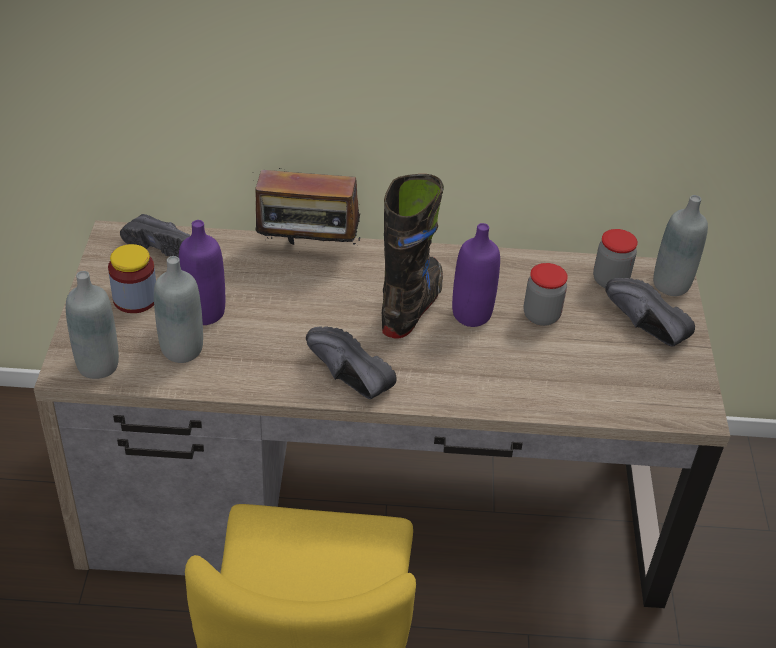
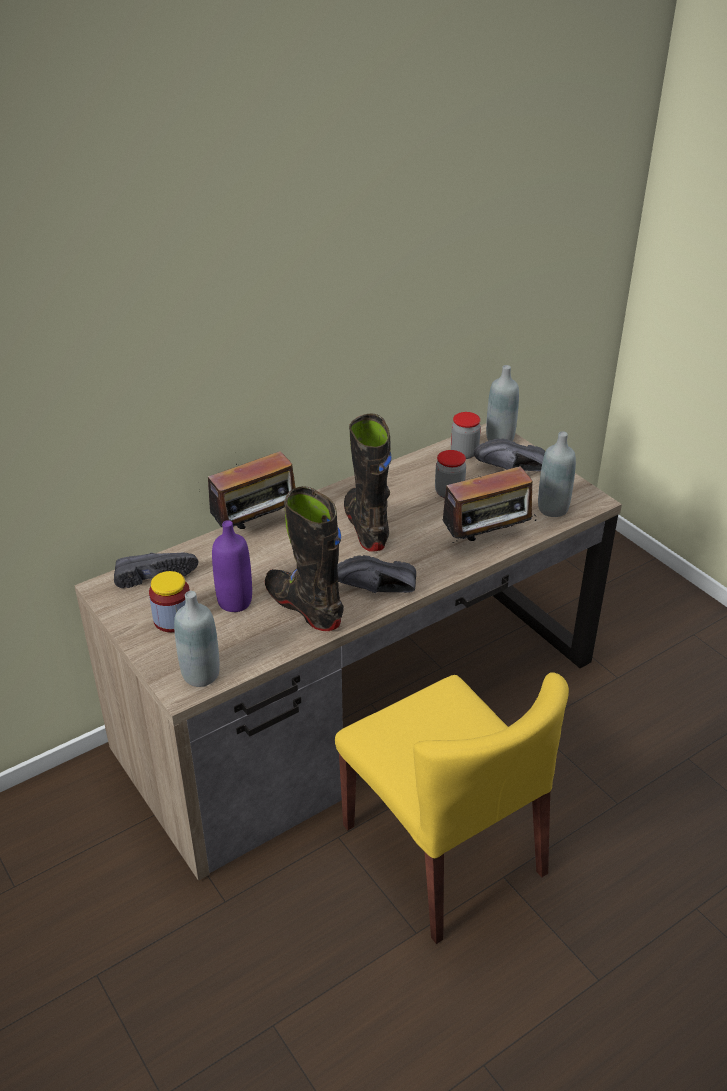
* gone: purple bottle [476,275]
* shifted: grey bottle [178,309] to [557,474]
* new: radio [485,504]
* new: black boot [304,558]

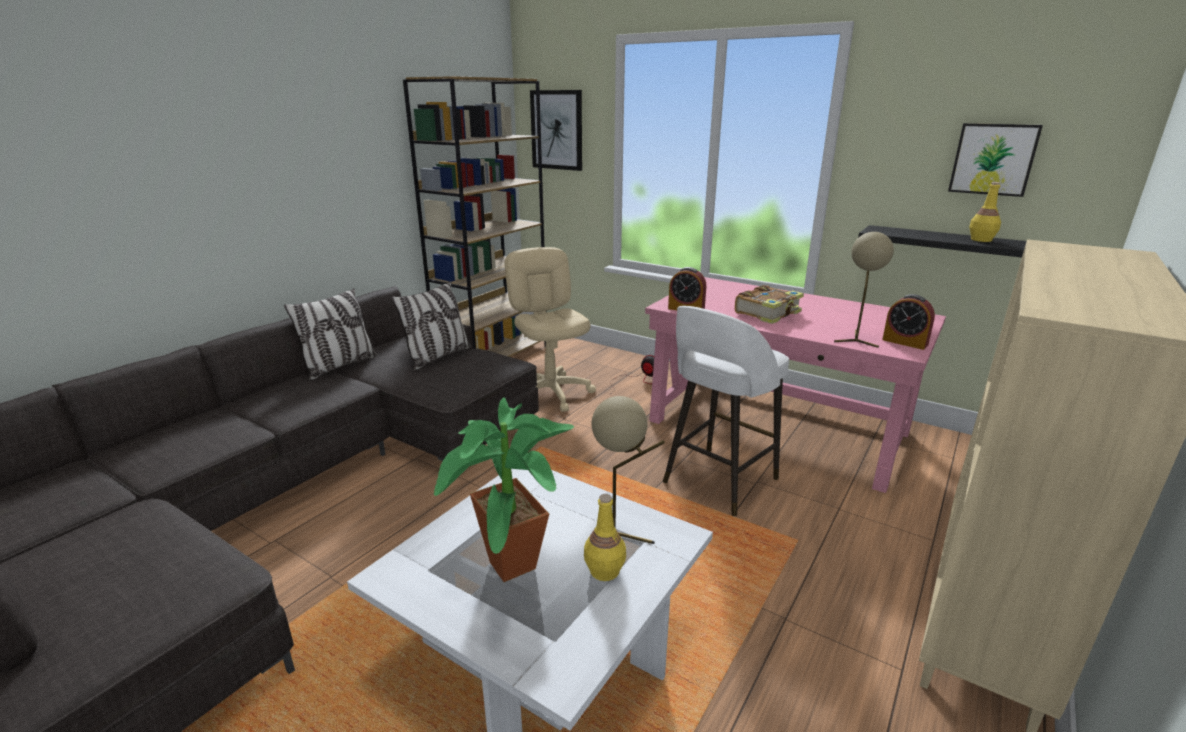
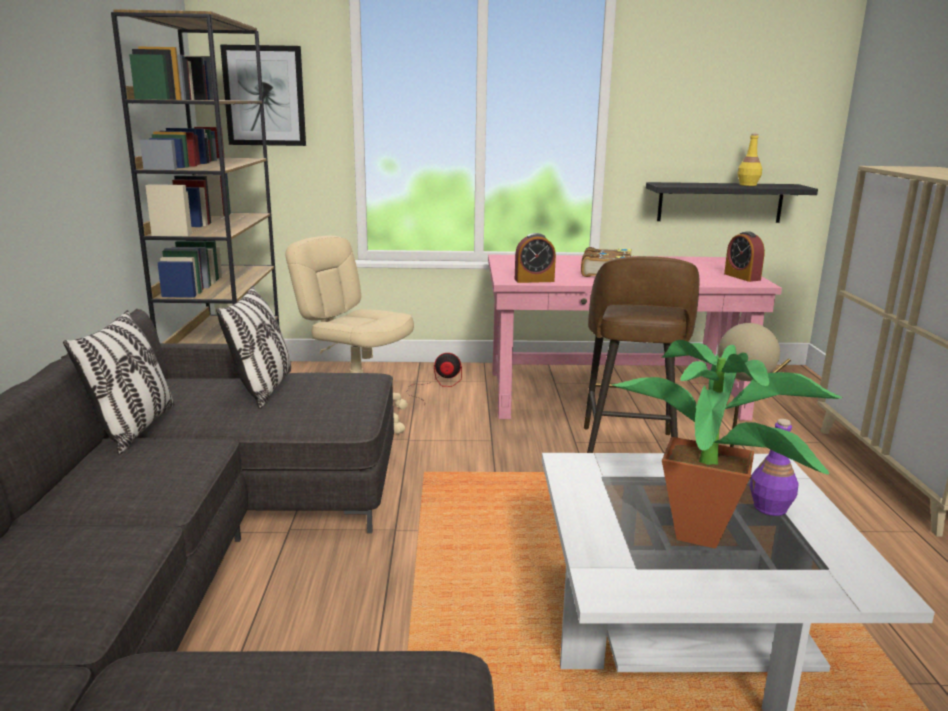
* gone: picture [995,160]
* gone: beige table lamp [864,290]
* rotated: alarm clock [908,322] = [744,256] 60 degrees clockwise
* repainted: white stool [726,411] to brown stool [641,354]
* repainted: yellow bottle [605,537] to purple bottle [774,467]

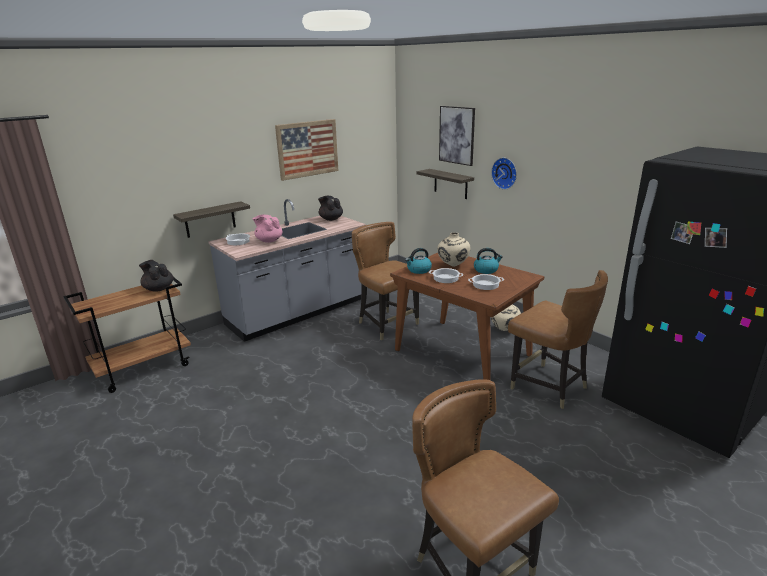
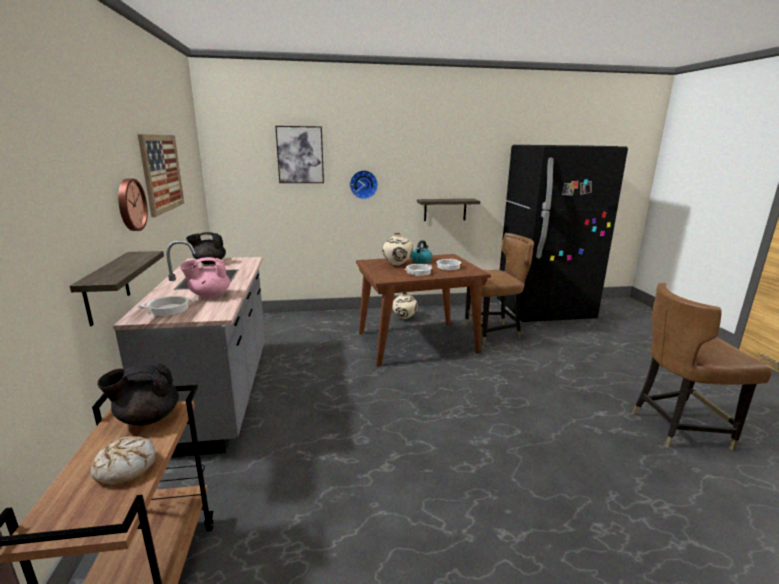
* shifted: shelf [445,184] to [448,210]
* gone: brown chair [385,281]
* gone: kettle [418,261]
* new: wall clock [133,205]
* new: bread [123,460]

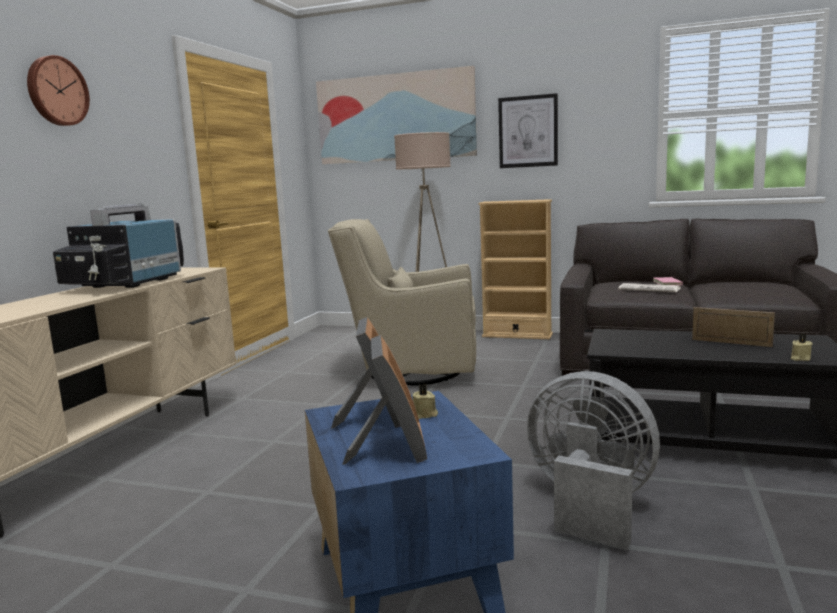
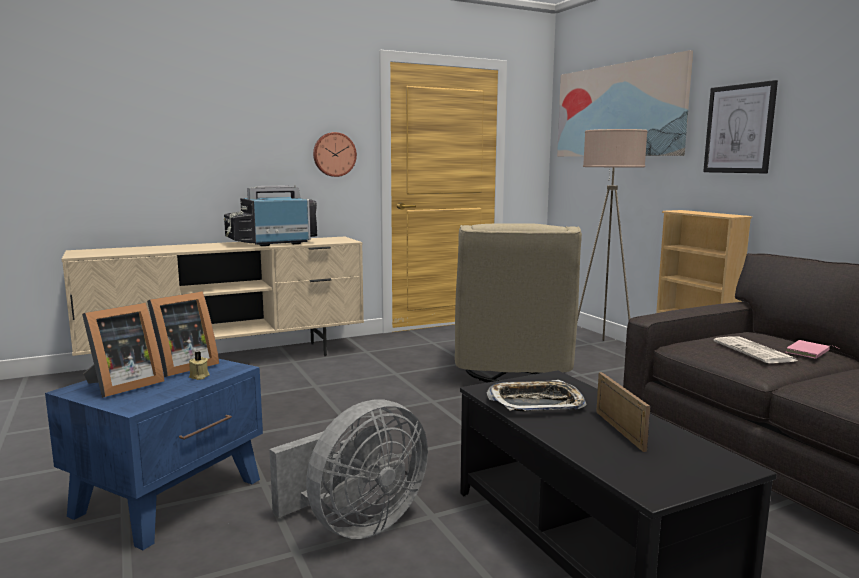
* shifted: wall clock [58,90] to [335,154]
* rotated: beige armchair [402,302] = [518,302] 135 degrees counterclockwise
* gone: beige candle [802,347]
* rotated: grey fan [593,460] = [348,469] 60 degrees clockwise
* new: tray [536,395]

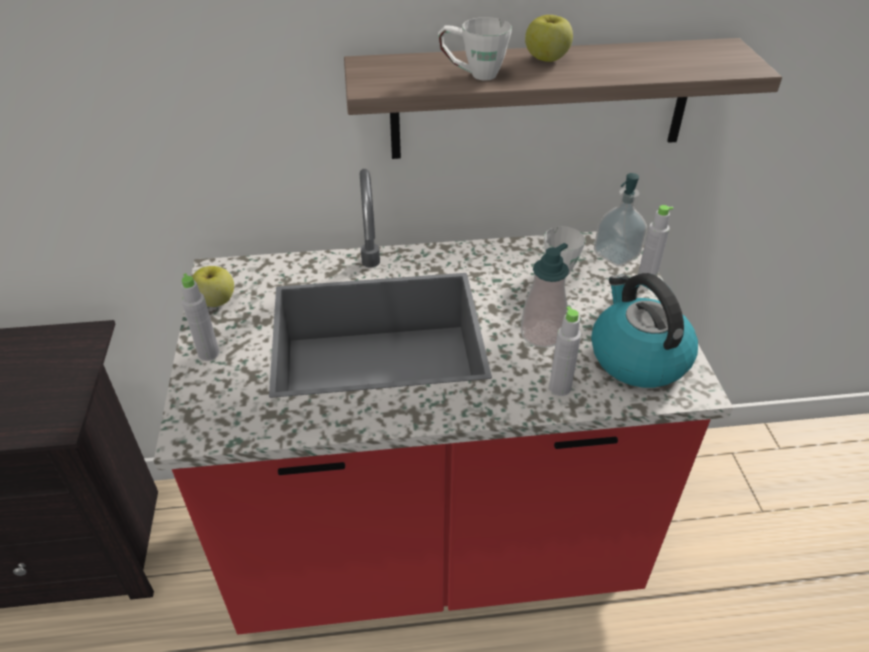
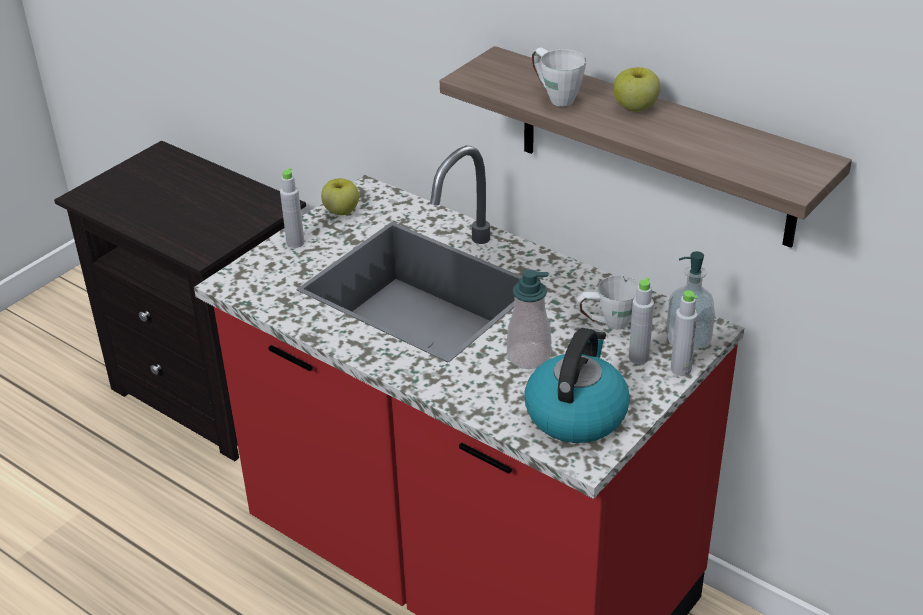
* shifted: grey bottle [565,351] to [641,320]

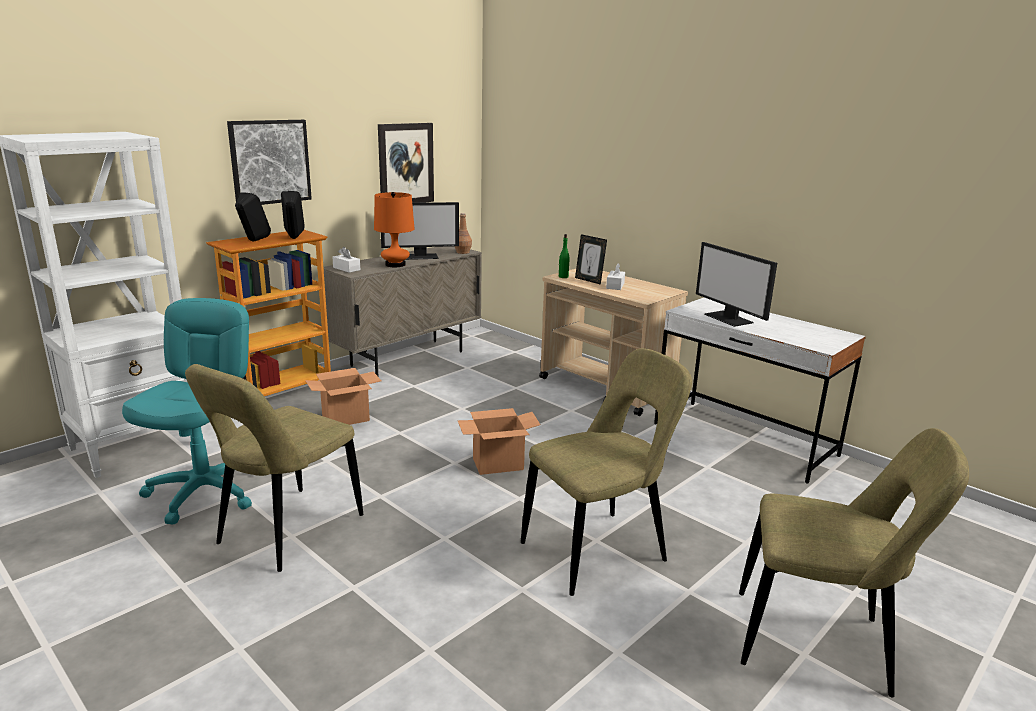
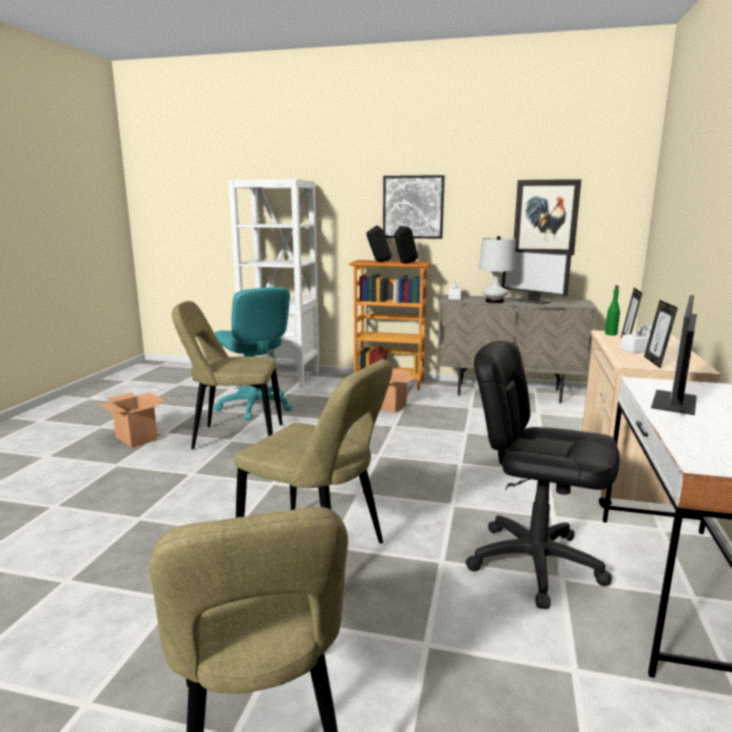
* repainted: orange table lamp [394,229] to white table lamp [497,269]
* gone: brown bottle [463,233]
* rotated: turquoise office chair [187,411] = [253,353] 75 degrees clockwise
* shifted: cardboard box [499,441] to [132,420]
* new: picture frame [661,334]
* new: black office chair [543,475]

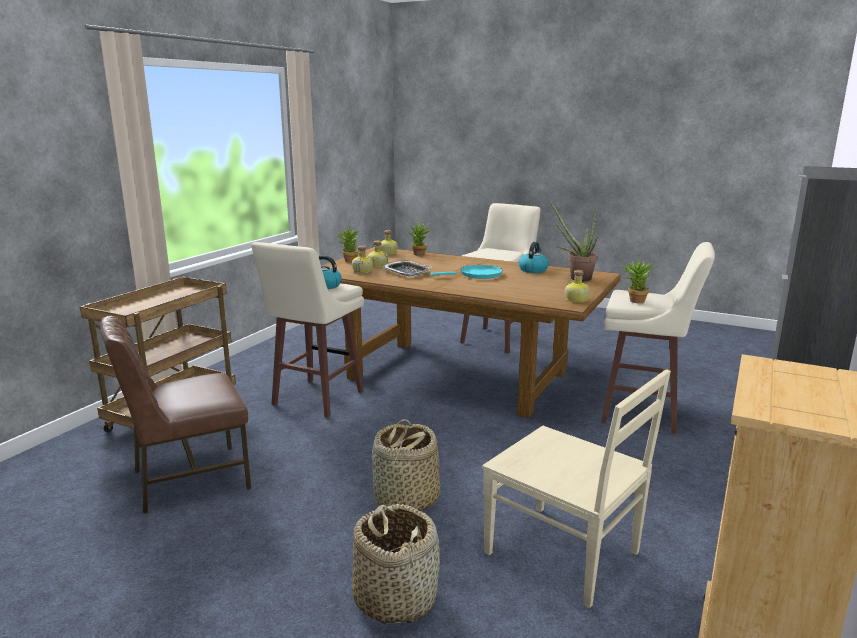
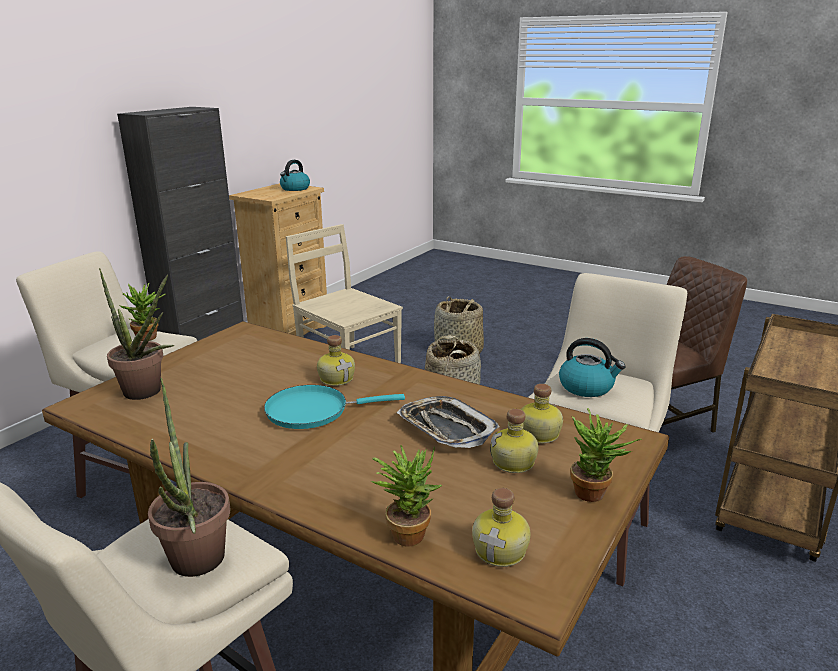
* shifted: kettle [533,257] to [295,175]
* shifted: bottle [577,286] to [336,360]
* new: potted plant [189,477]

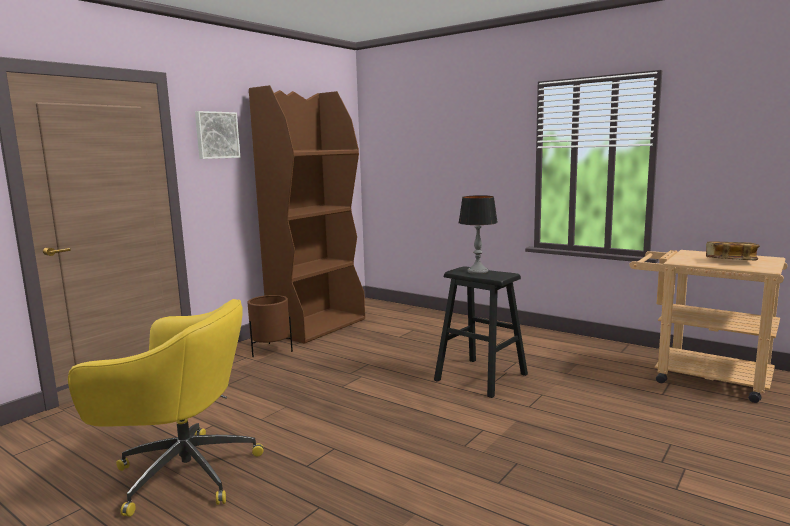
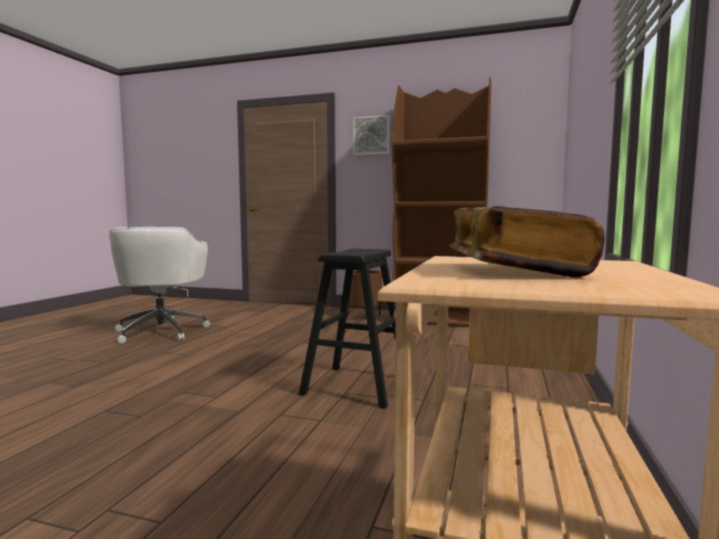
* gone: table lamp [478,234]
* repainted: yellow office chair [166,408] to white office chair [160,285]

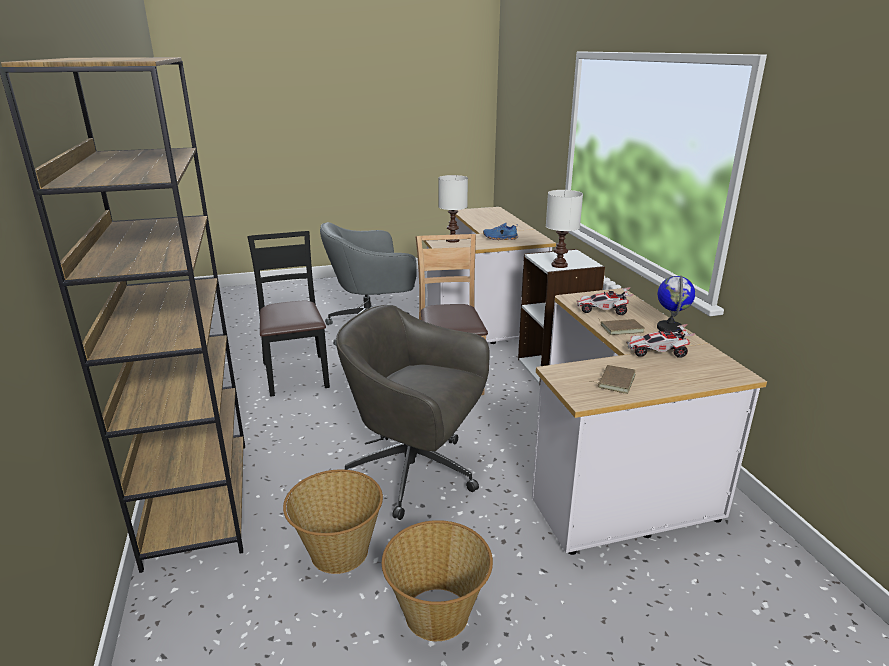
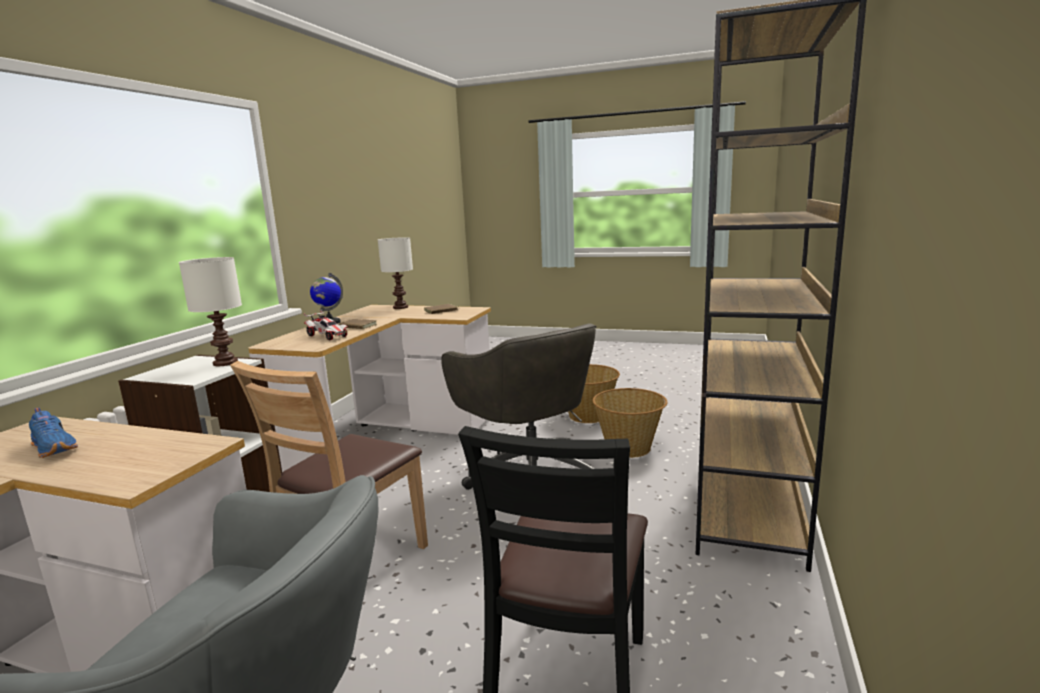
* shifted: white table lamp [453,209] to [395,273]
* gone: toy car [660,340]

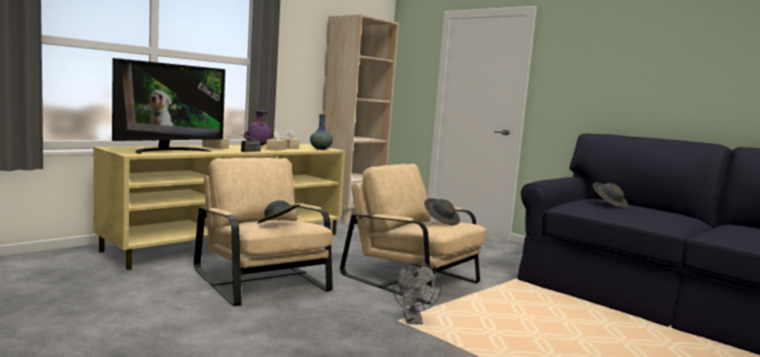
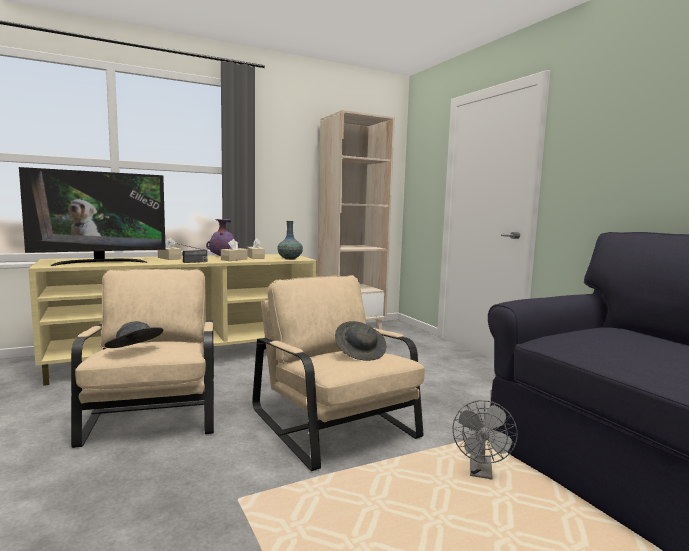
* gone: grey hat [610,195]
* shifted: grey fan [417,293] to [485,440]

